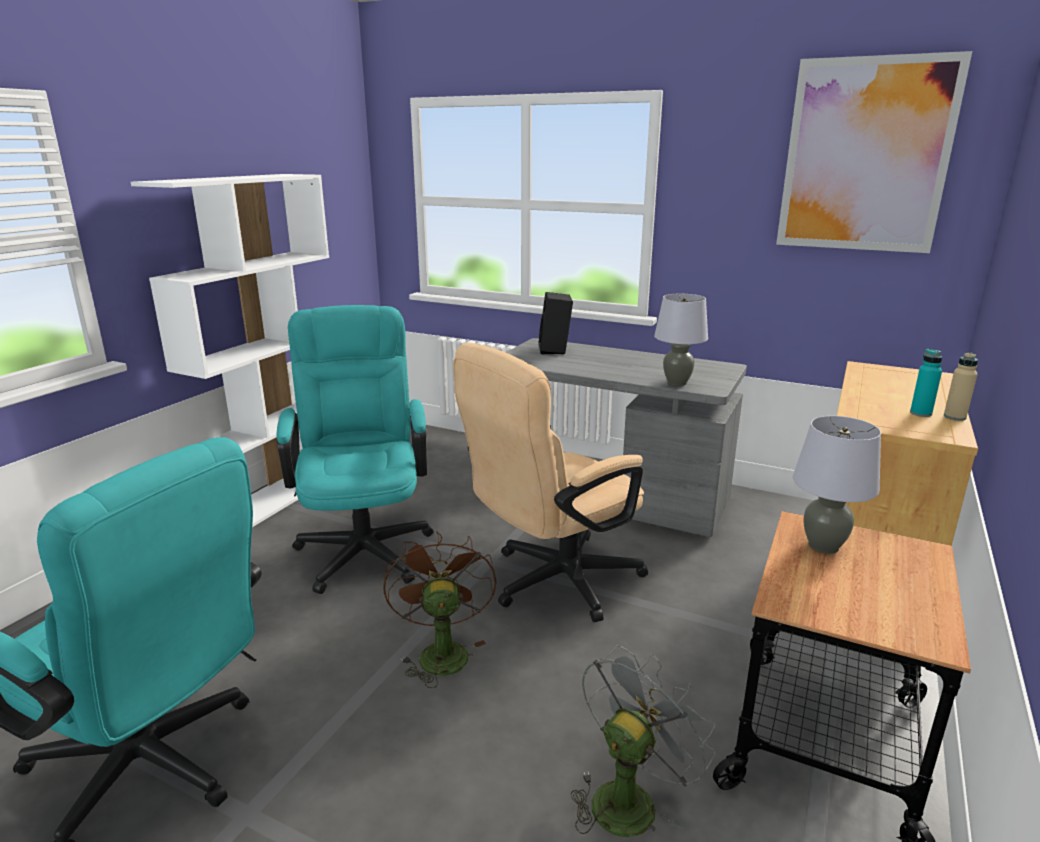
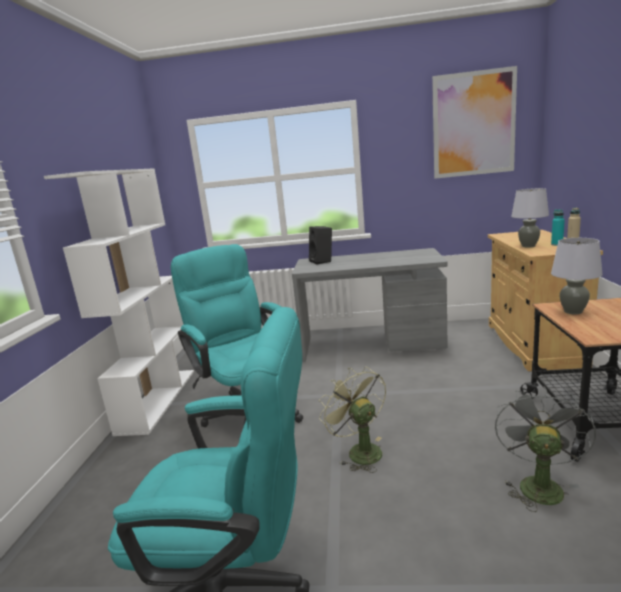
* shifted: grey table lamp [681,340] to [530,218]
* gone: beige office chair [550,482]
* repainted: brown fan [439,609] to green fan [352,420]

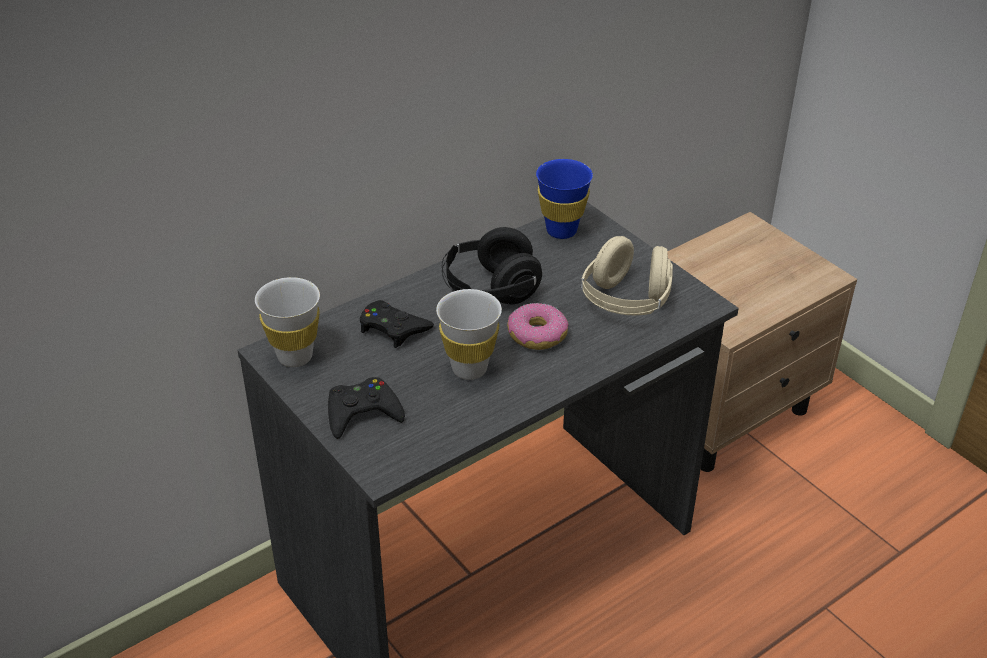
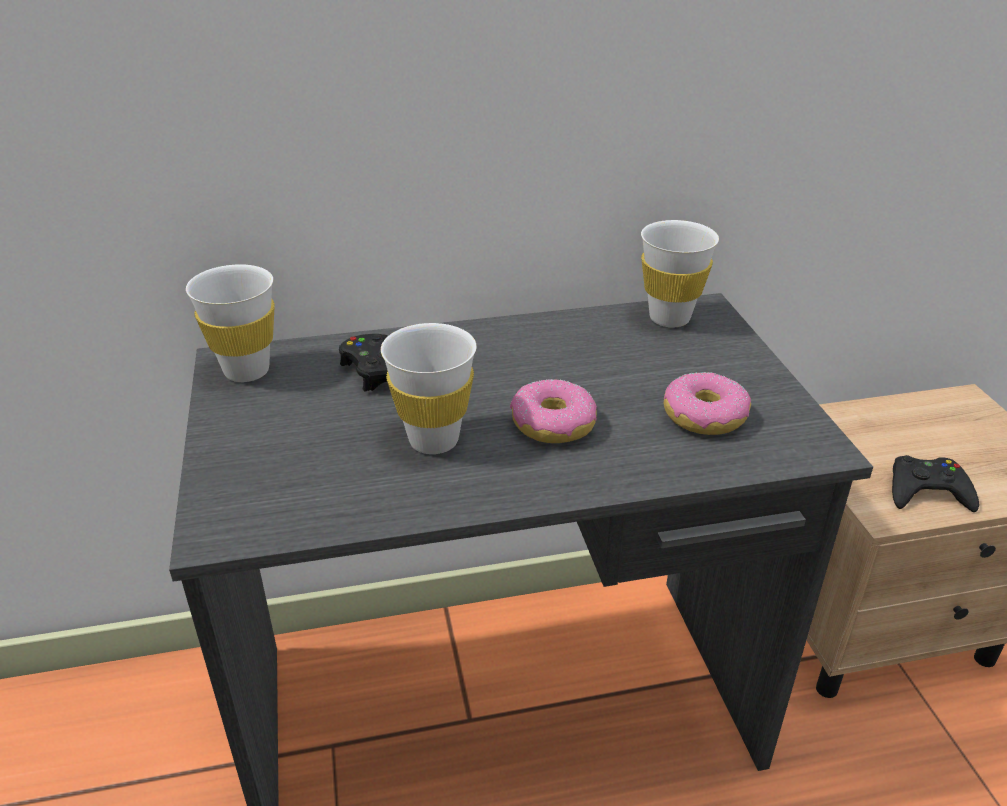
* repainted: blue cup [564,199] to white cup [680,273]
* gone: black headphones [492,265]
* swapped: beige headphones [627,275] to donut [707,403]
* shifted: black game controller [366,408] to [935,483]

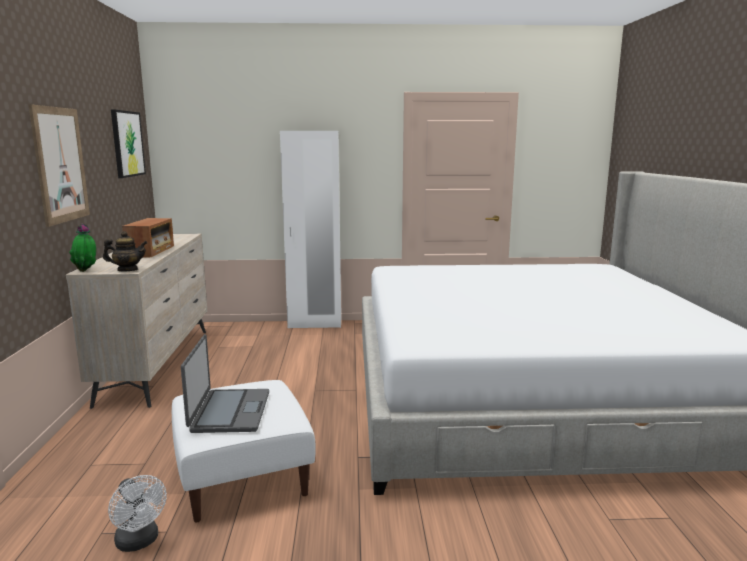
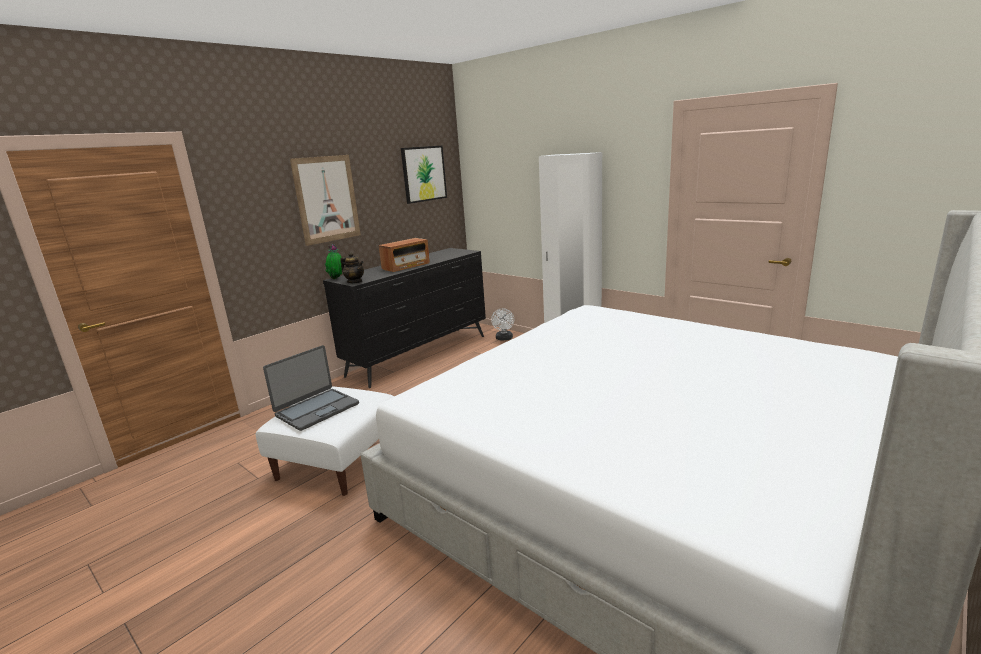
* repainted: beige dresser [136,321] to black dresser [404,318]
* shifted: white fan [137,513] to [502,324]

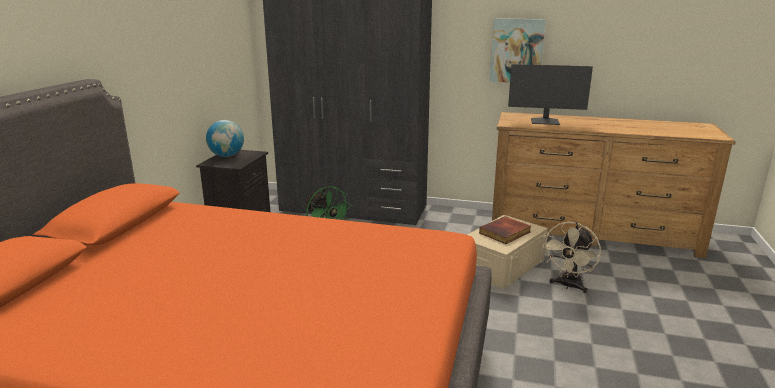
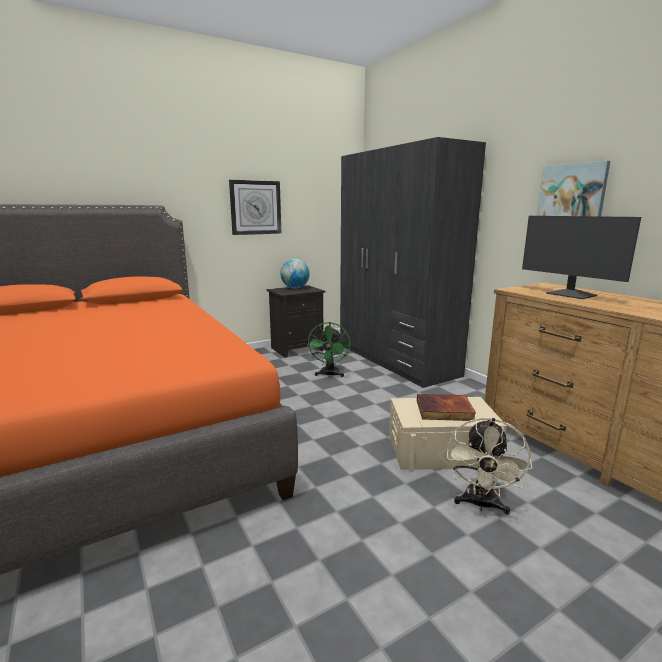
* rotated: beige fan [571,257] = [489,466] 60 degrees counterclockwise
* new: wall clock [255,207]

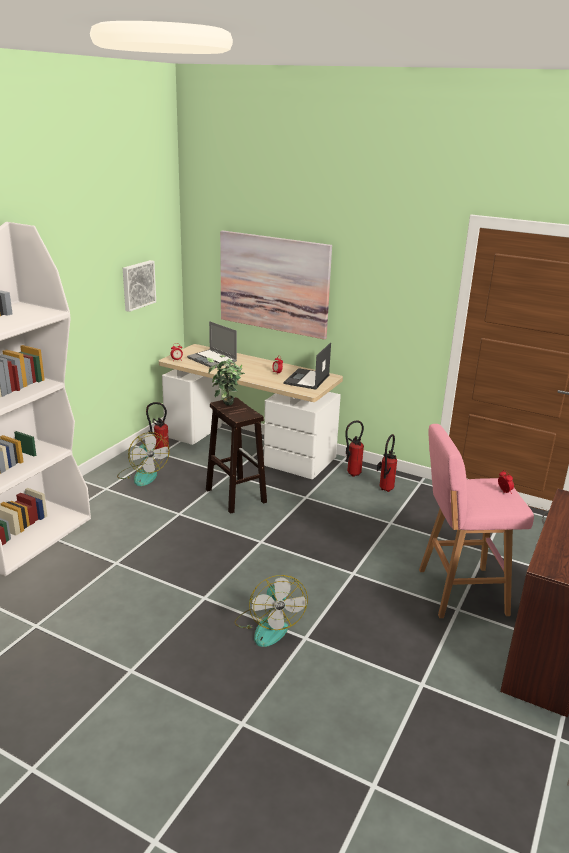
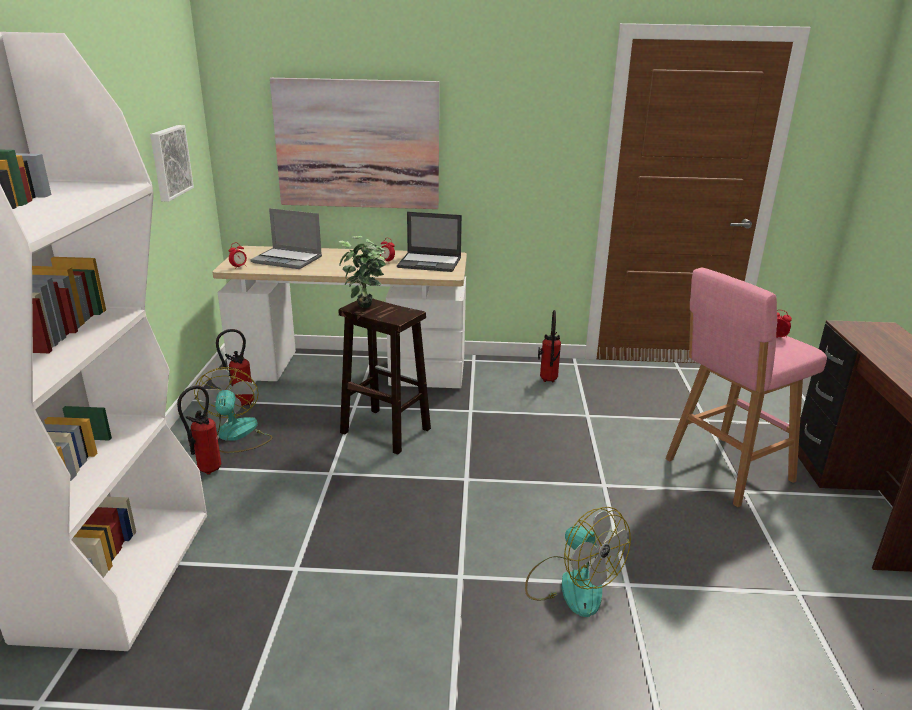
* rotated: laptop [307,366] = [429,242] 75 degrees counterclockwise
* shifted: fire extinguisher [354,449] to [199,430]
* rotated: fan [143,459] = [233,410] 135 degrees counterclockwise

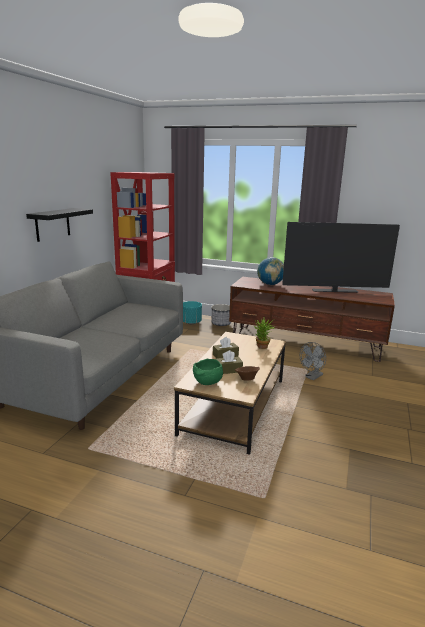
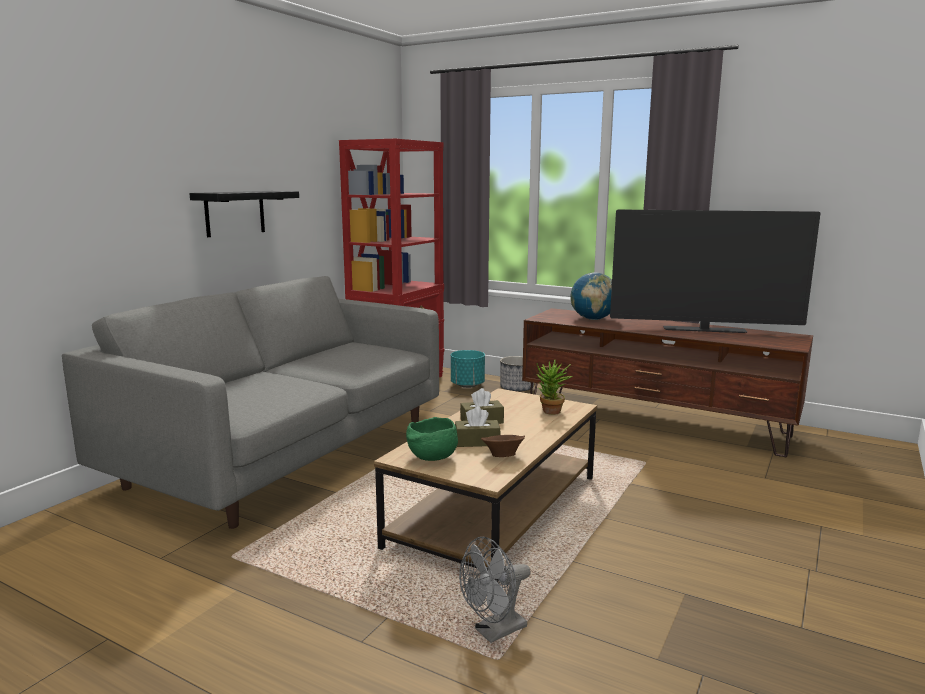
* shifted: grey fan [313,361] to [495,589]

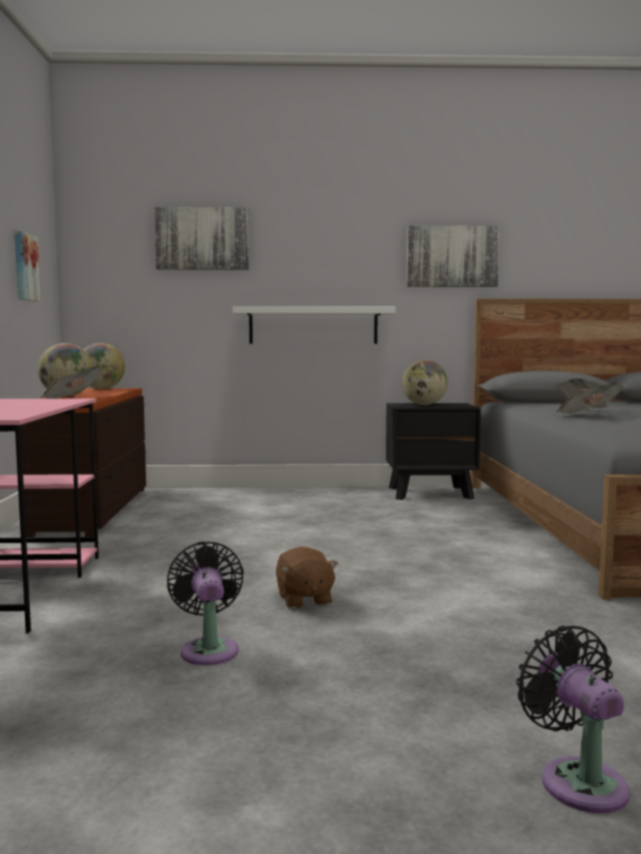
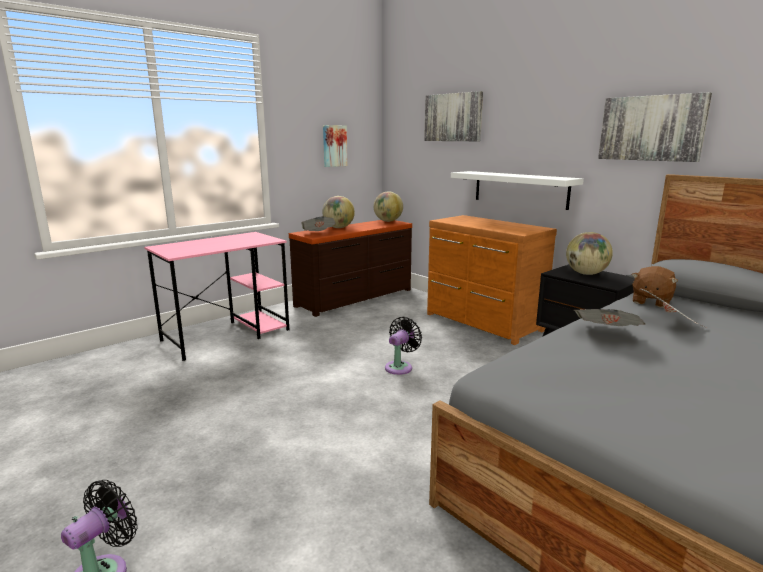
* shifted: black fan [205,603] to [403,346]
* shifted: brown plush toy [307,578] to [655,287]
* new: brown dresser [492,280]

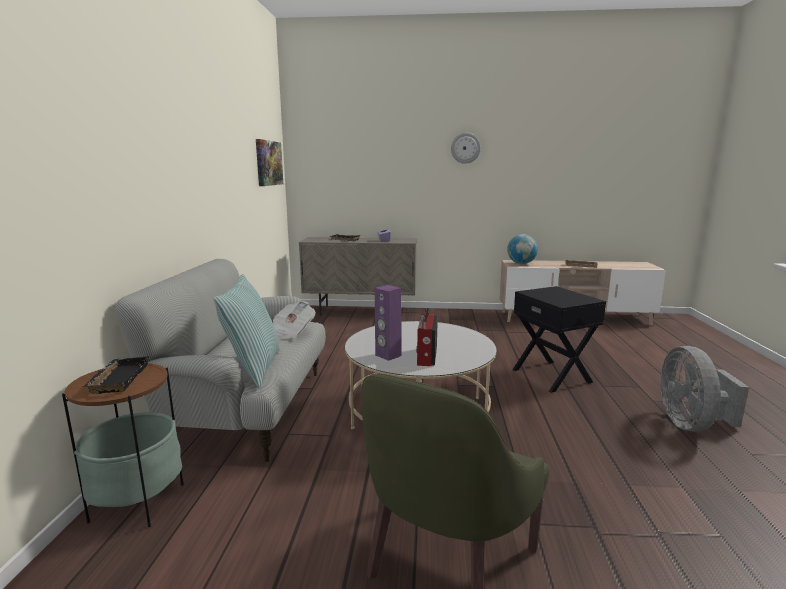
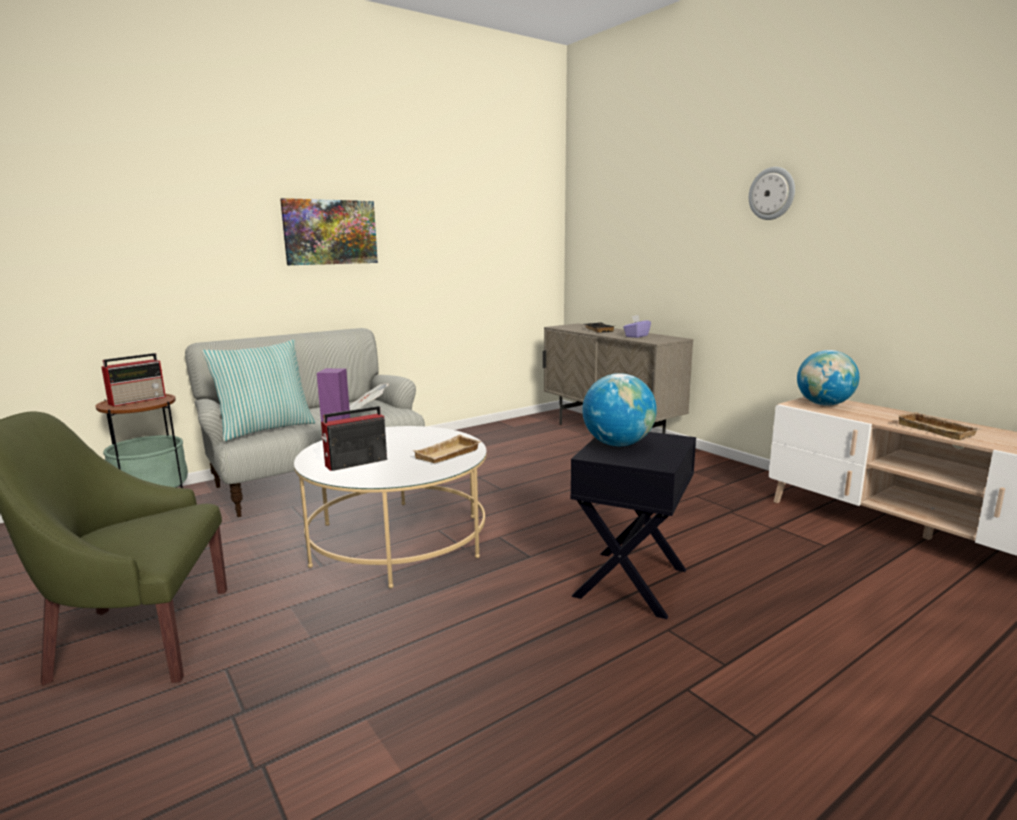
* shifted: picture [269,162] to [329,231]
* gone: grey fan [705,389]
* swapped: black tray [116,375] to radio [133,380]
* new: globe [619,409]
* new: beige tray [448,448]

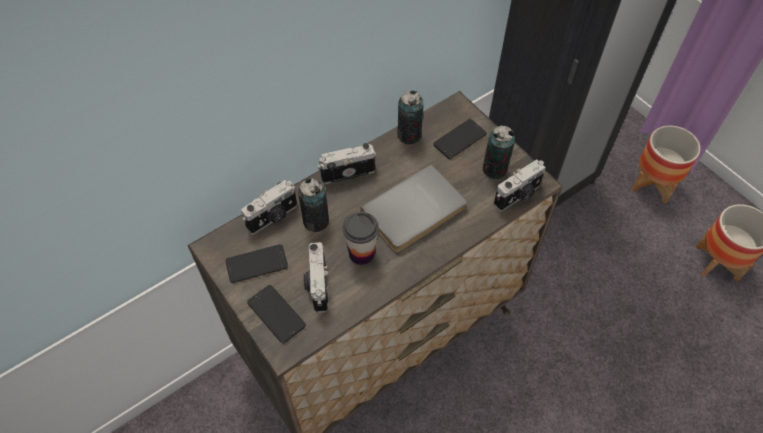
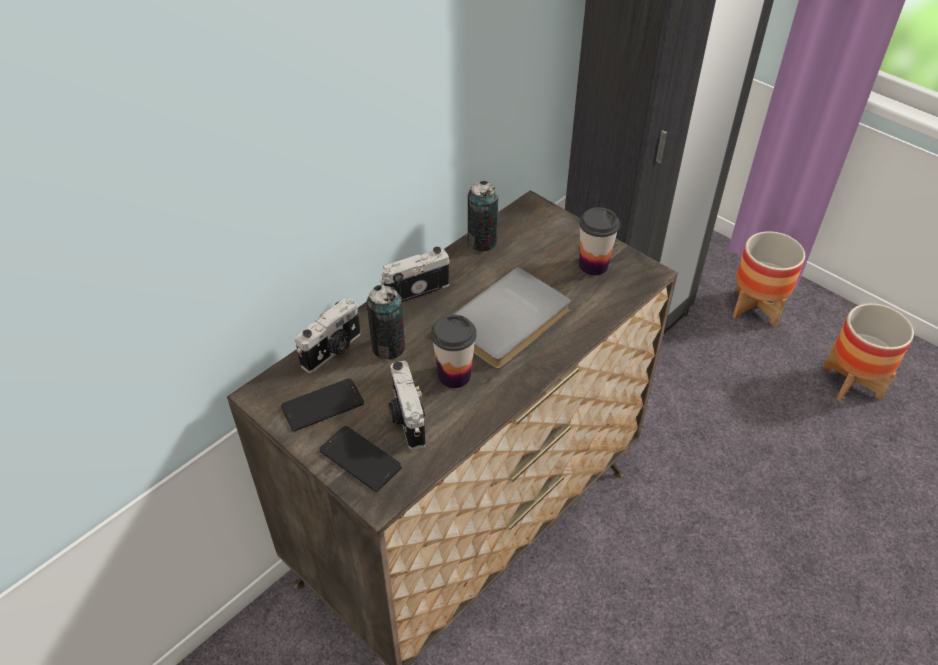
* gone: phone [460,139]
* swapped: can [499,152] to cup [599,241]
* gone: photo camera [519,185]

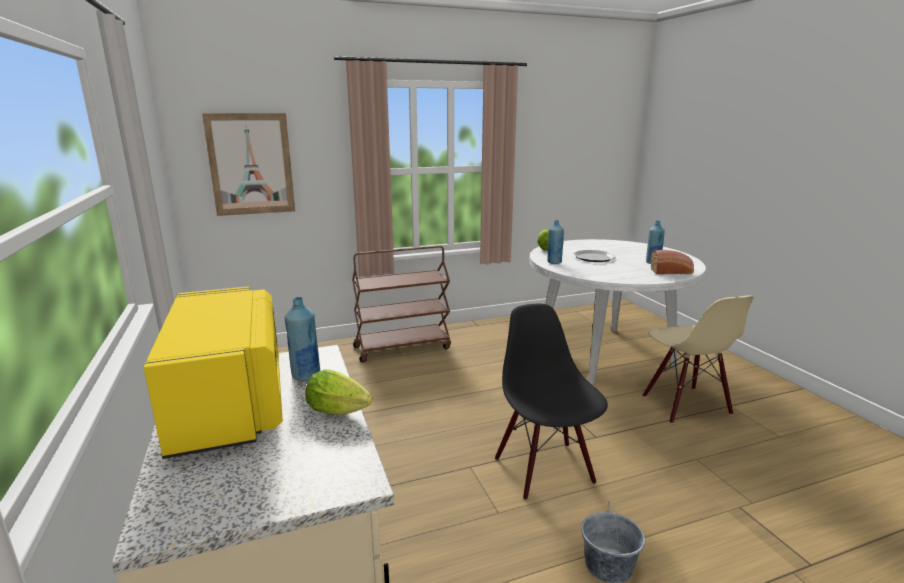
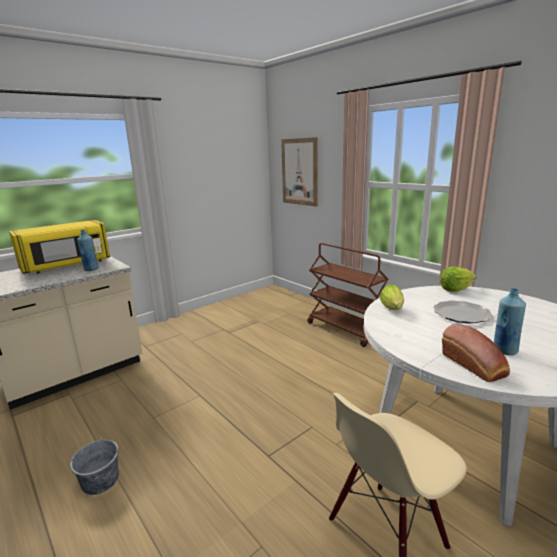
* gone: blue bottle [555,242]
* gone: black chair [551,401]
* shifted: lettuce [339,392] to [392,297]

